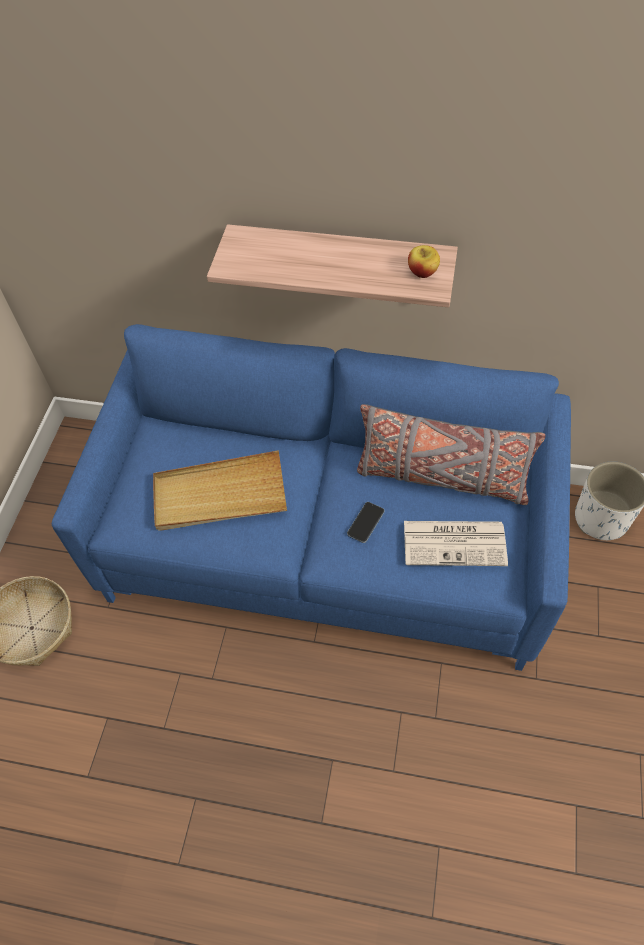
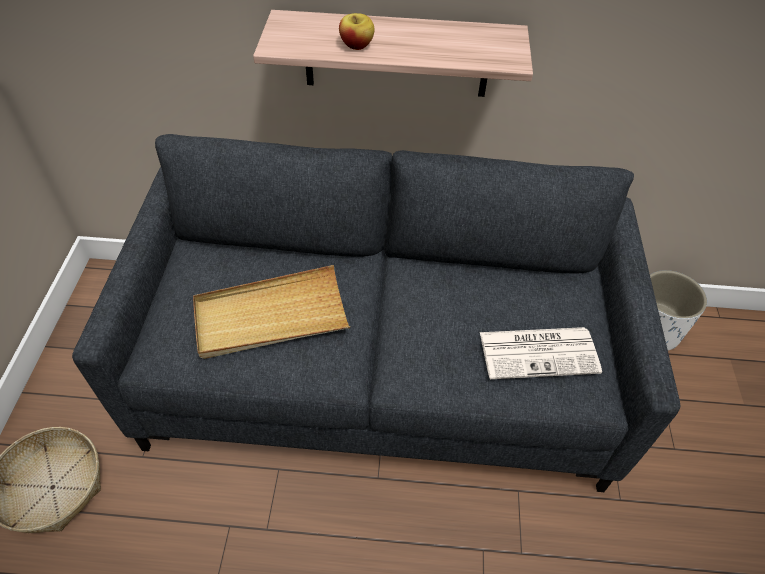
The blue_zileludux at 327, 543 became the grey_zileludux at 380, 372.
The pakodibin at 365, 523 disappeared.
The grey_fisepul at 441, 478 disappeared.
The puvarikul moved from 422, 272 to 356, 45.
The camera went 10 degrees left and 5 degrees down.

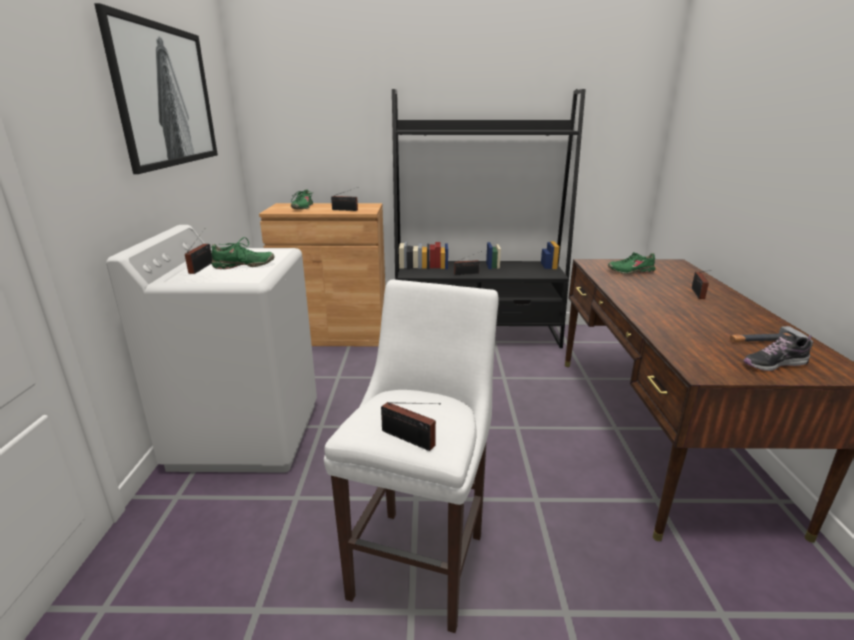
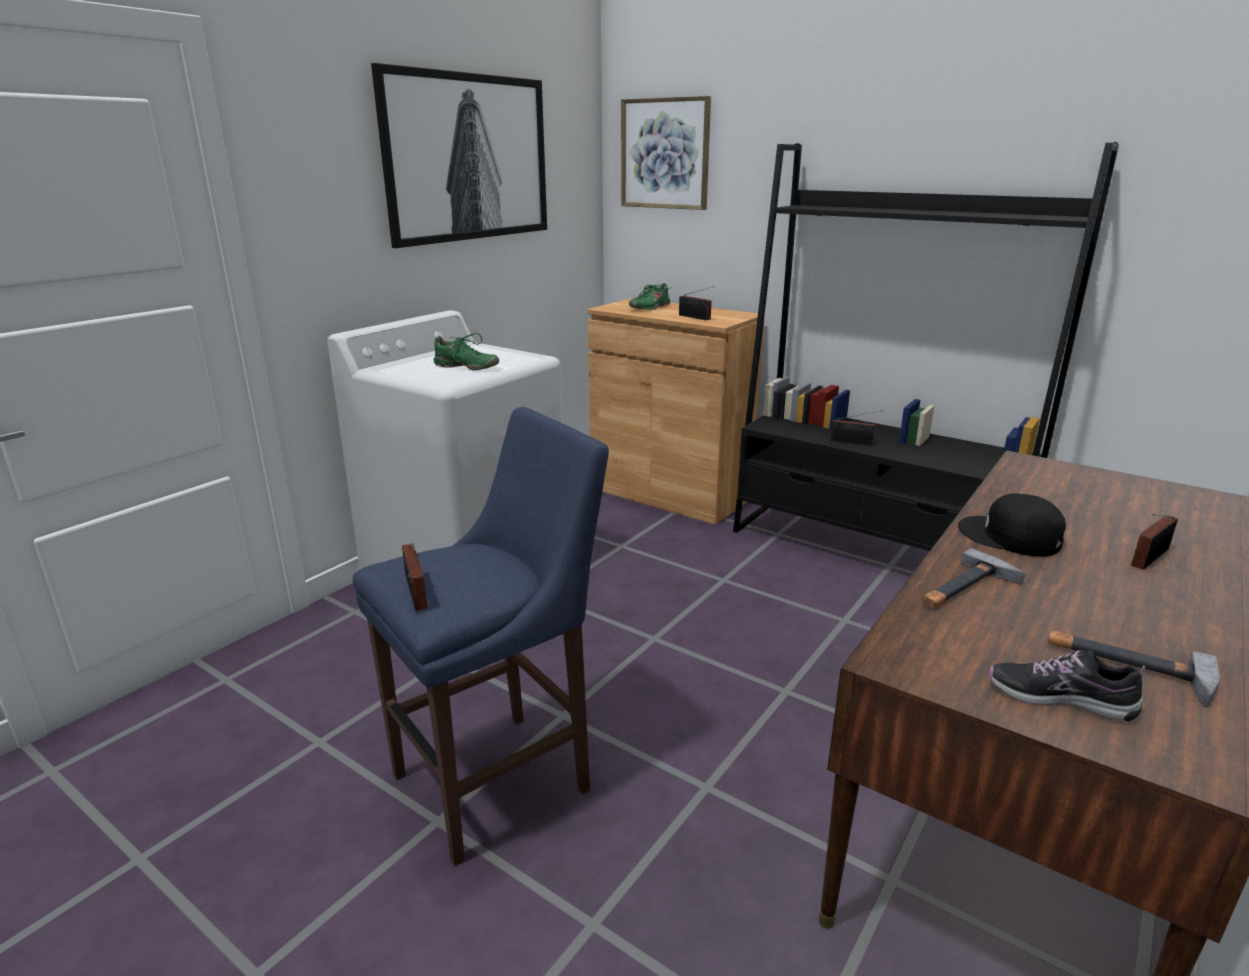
The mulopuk at 202, 267 disappeared.
The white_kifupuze at 421, 559 became the blue_kifupuze at 501, 778.
The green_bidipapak at 630, 271 disappeared.
The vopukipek at 665, 154 appeared.
The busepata at 965, 589 appeared.
The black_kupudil at 1010, 537 appeared.
The camera went 35 degrees right and 0 degrees up.

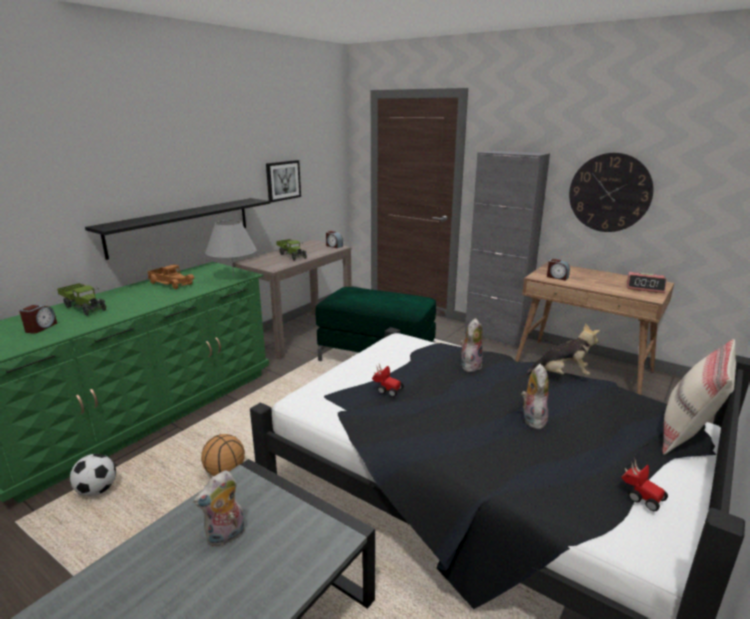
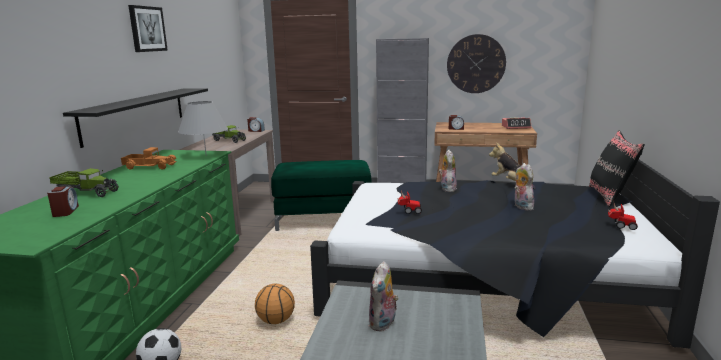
The vopukipek moved from 283, 180 to 147, 29.
The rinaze at 561, 375 turned 105 degrees counterclockwise.
The beige_fisepul at 688, 435 became the black_fisepul at 610, 196.
The camera went 25 degrees left and 5 degrees down.

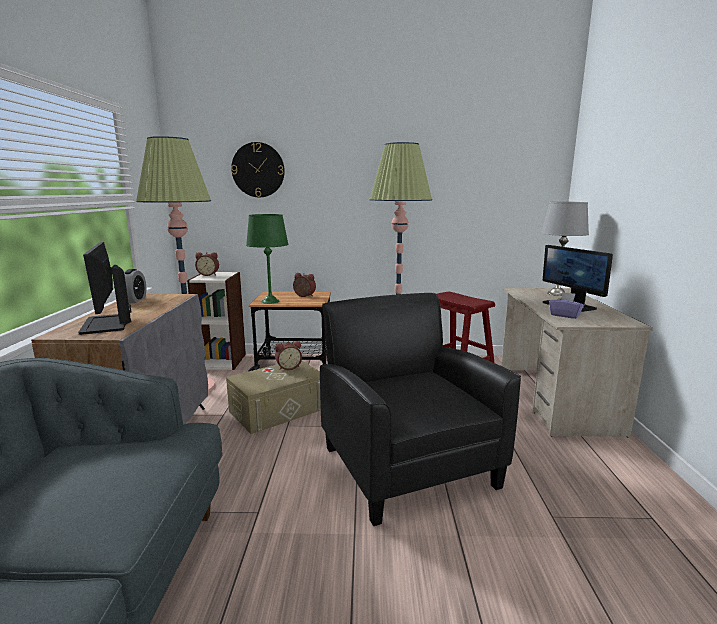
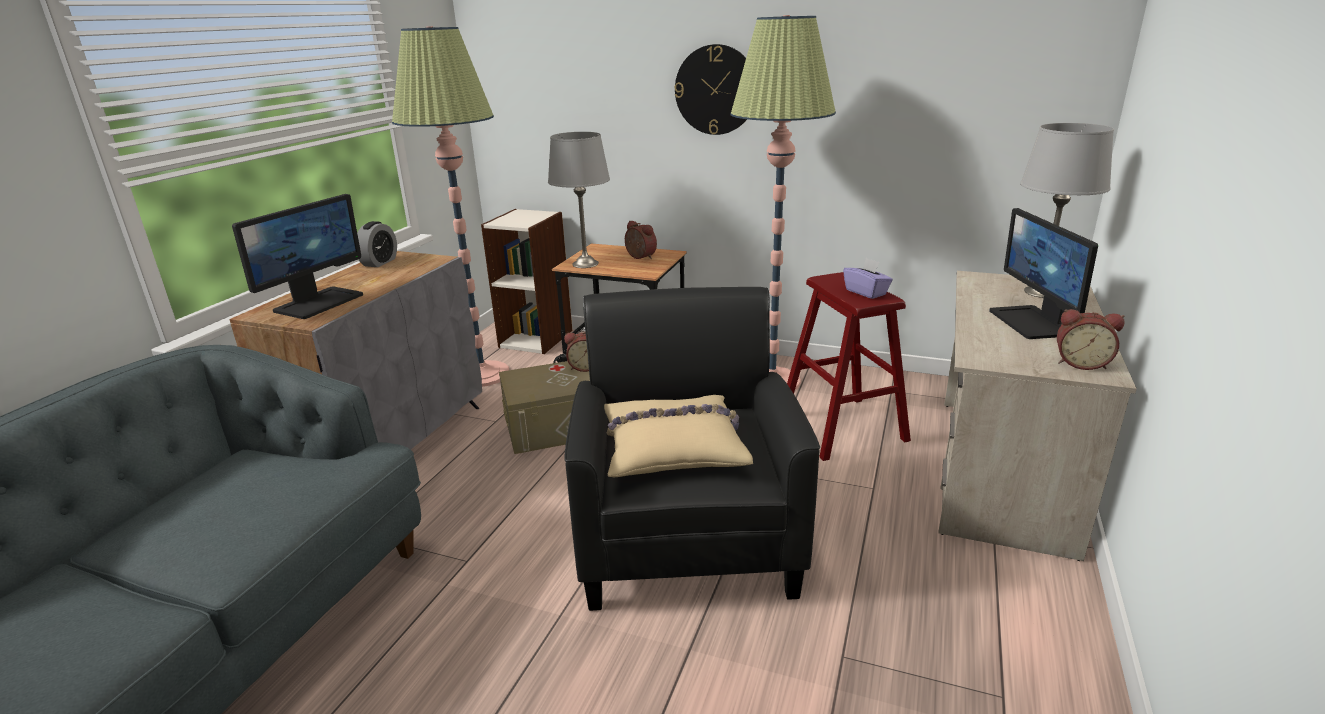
The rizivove at 107, 324 turned 150 degrees counterclockwise.
The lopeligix moved from 208, 274 to 1081, 363.
The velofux moved from 258, 170 to 716, 90.
The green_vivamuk at 270, 301 became the grey_vivamuk at 586, 264.
The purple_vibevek moved from 565, 315 to 866, 292.
The beige_fisepul at 673, 447 appeared.
The camera went 20 degrees right and 10 degrees up.

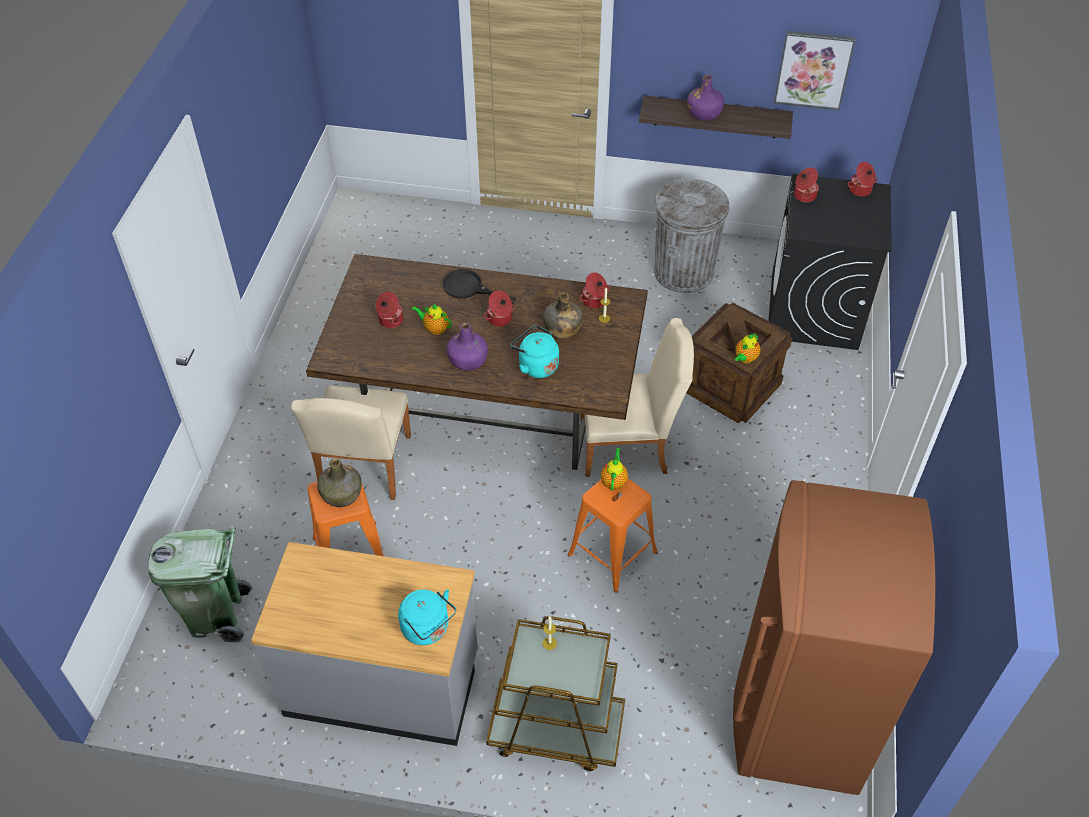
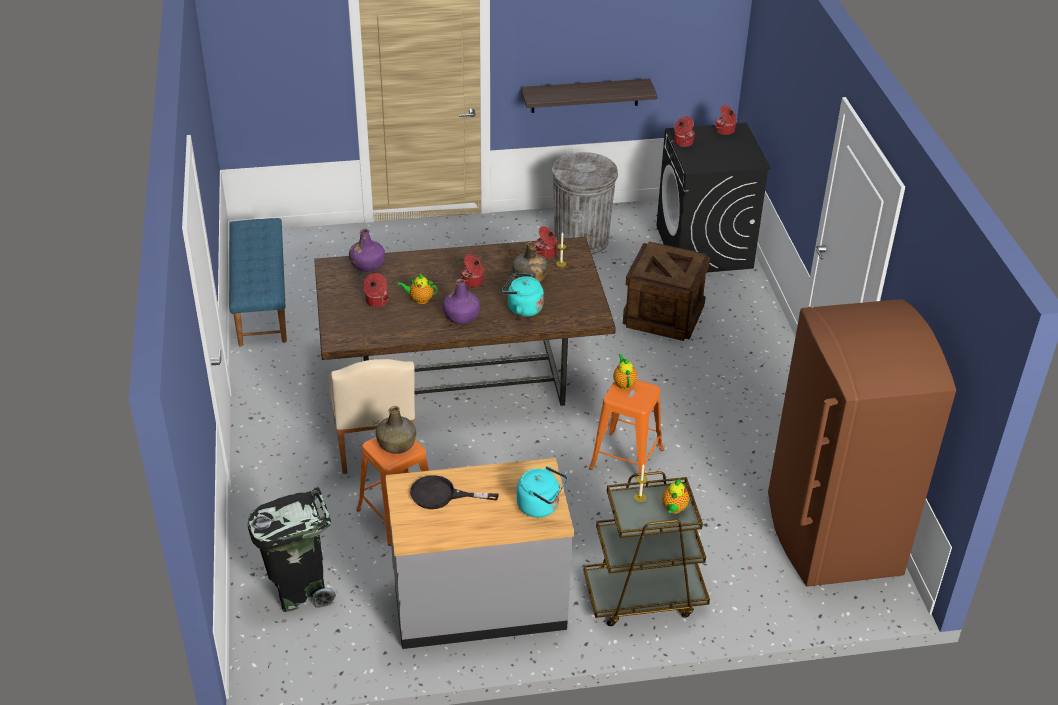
The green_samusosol at 217, 616 became the black_samusosol at 299, 590.
The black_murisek moved from 469, 288 to 441, 495.
The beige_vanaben at 630, 445 disappeared.
The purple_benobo moved from 704, 113 to 367, 265.
The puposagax moved from 745, 359 to 674, 509.
The vopukipek at 813, 69 disappeared.
The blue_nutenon at 260, 301 appeared.
The camera went 20 degrees left and 10 degrees down.

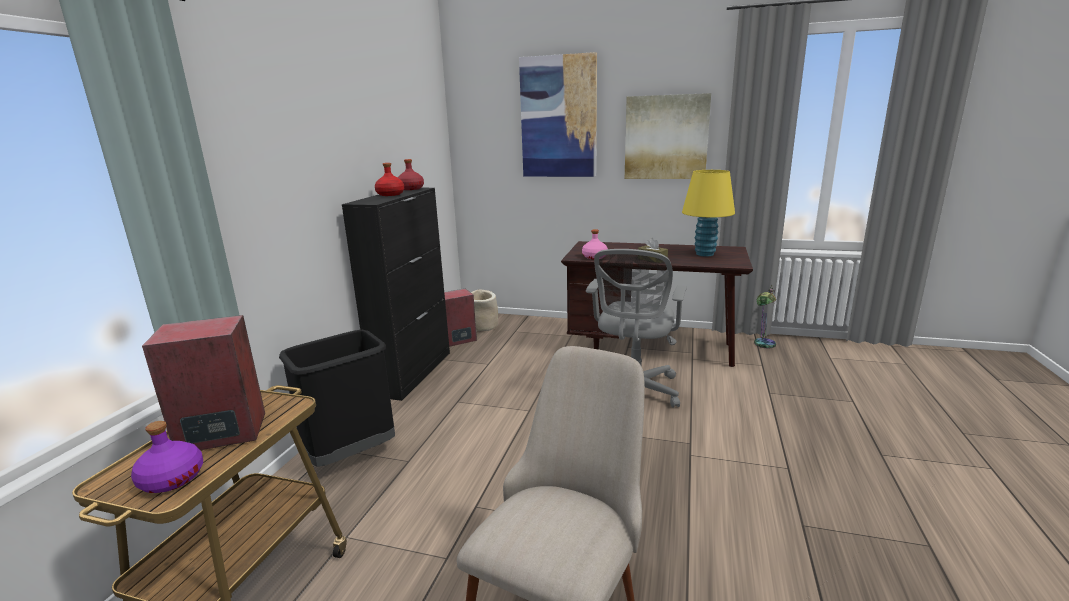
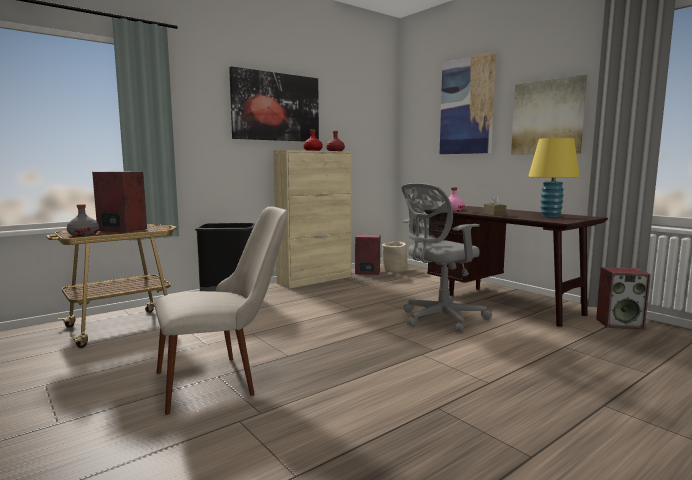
The purple_benobo at 171, 479 became the grey_benobo at 83, 234.
The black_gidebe at 413, 373 became the beige_gidebe at 315, 280.
The vivamuk at 762, 346 was replaced by the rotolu at 620, 323.
The vopukipek at 276, 107 appeared.
The camera went 35 degrees right and 10 degrees down.

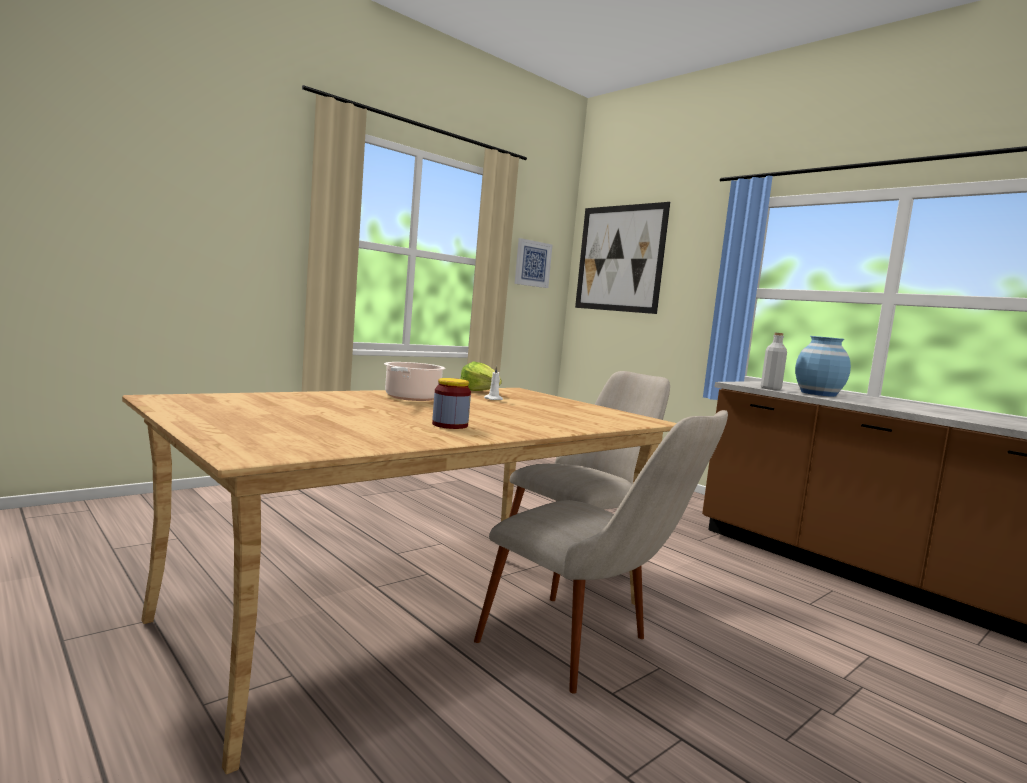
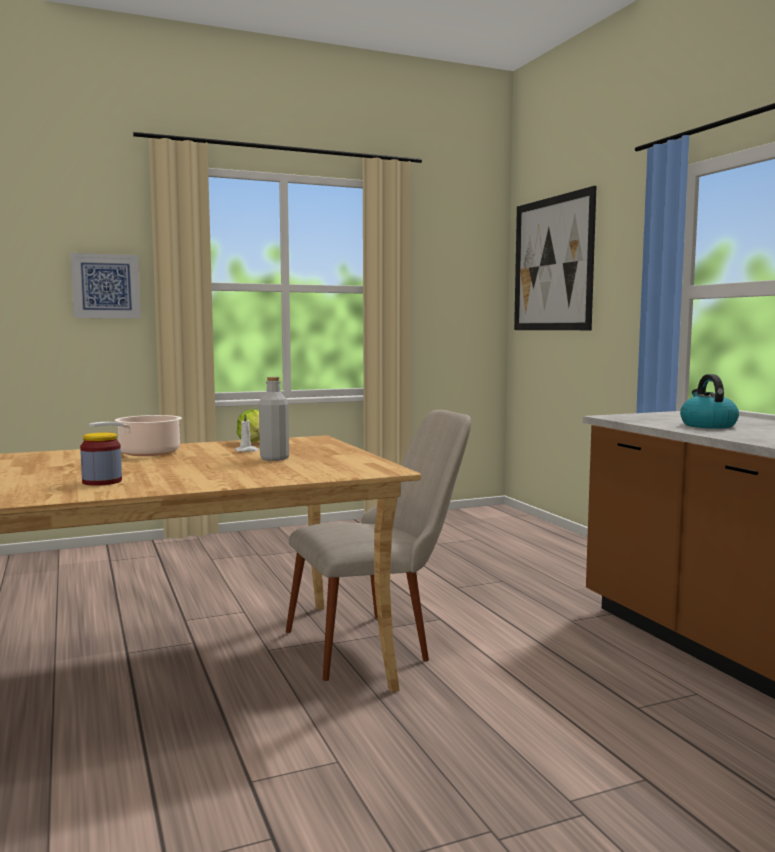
The beige_vanaben at 587, 651 disappeared.
The vopukipek moved from 532, 263 to 106, 286.
The grey_benobo moved from 770, 389 to 274, 458.
The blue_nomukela at 818, 394 was replaced by the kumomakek at 707, 425.
The camera went 20 degrees right and 0 degrees up.

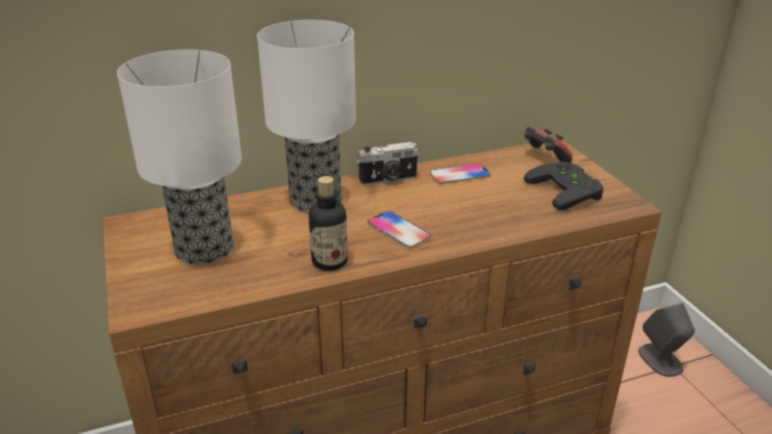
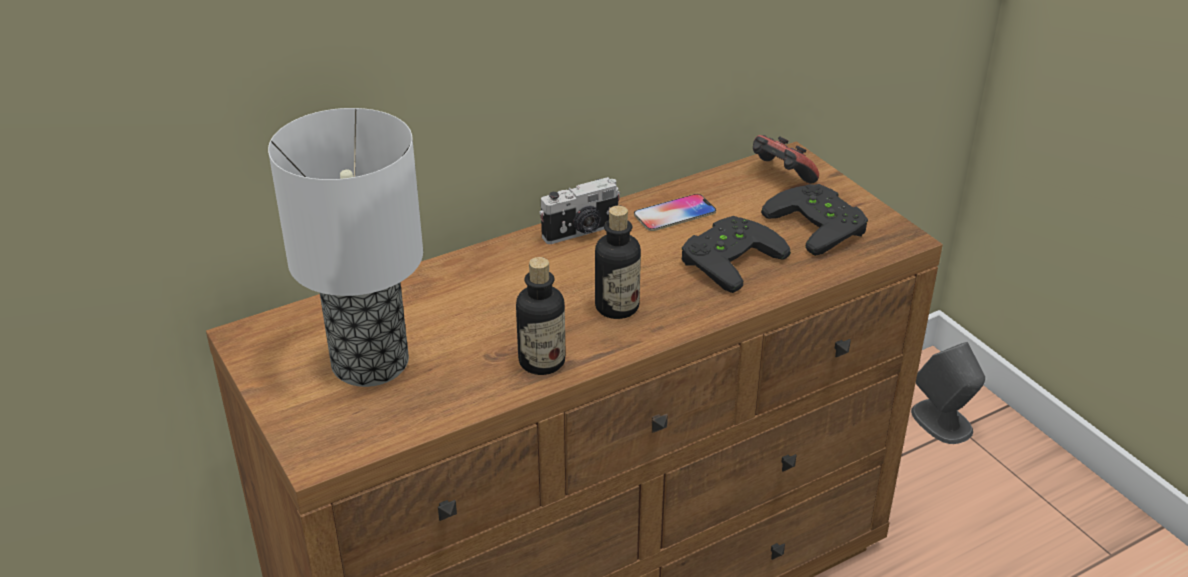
The vivamuk at 314, 200 disappeared.
The pakodibin at 398, 230 was replaced by the benobo at 617, 307.
The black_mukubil at 727, 257 appeared.
The camera went 10 degrees left and 5 degrees up.

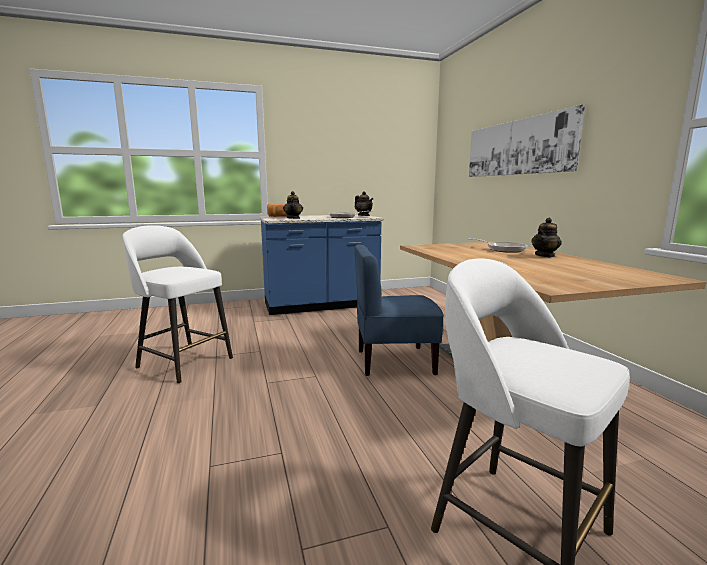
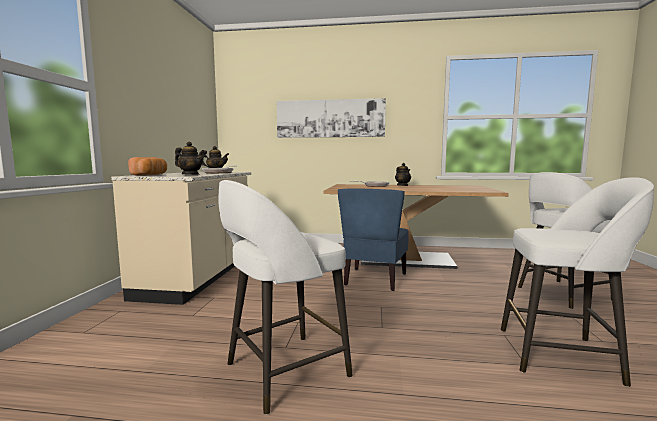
The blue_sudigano at 321, 305 became the beige_sudigano at 198, 278.
The white_kifupuze at 561, 355 appeared.
The camera went 65 degrees left and 5 degrees down.

